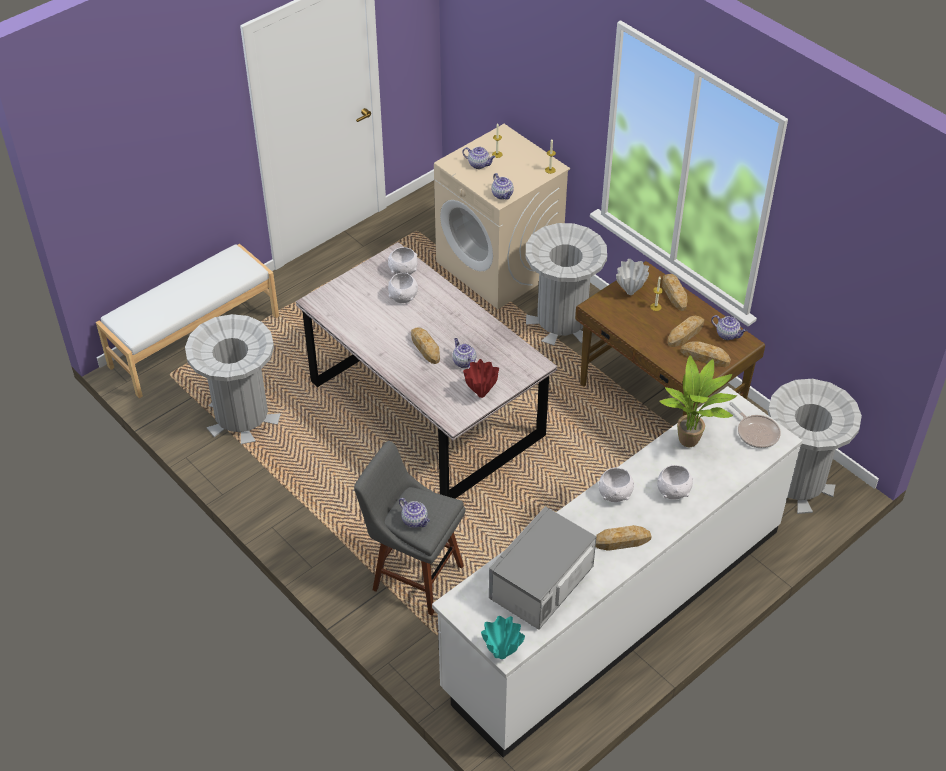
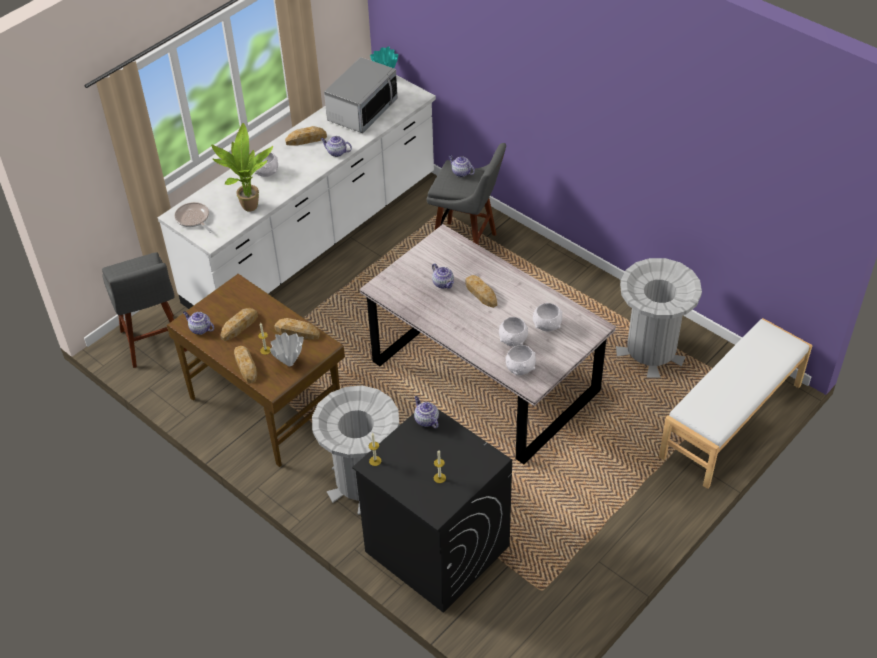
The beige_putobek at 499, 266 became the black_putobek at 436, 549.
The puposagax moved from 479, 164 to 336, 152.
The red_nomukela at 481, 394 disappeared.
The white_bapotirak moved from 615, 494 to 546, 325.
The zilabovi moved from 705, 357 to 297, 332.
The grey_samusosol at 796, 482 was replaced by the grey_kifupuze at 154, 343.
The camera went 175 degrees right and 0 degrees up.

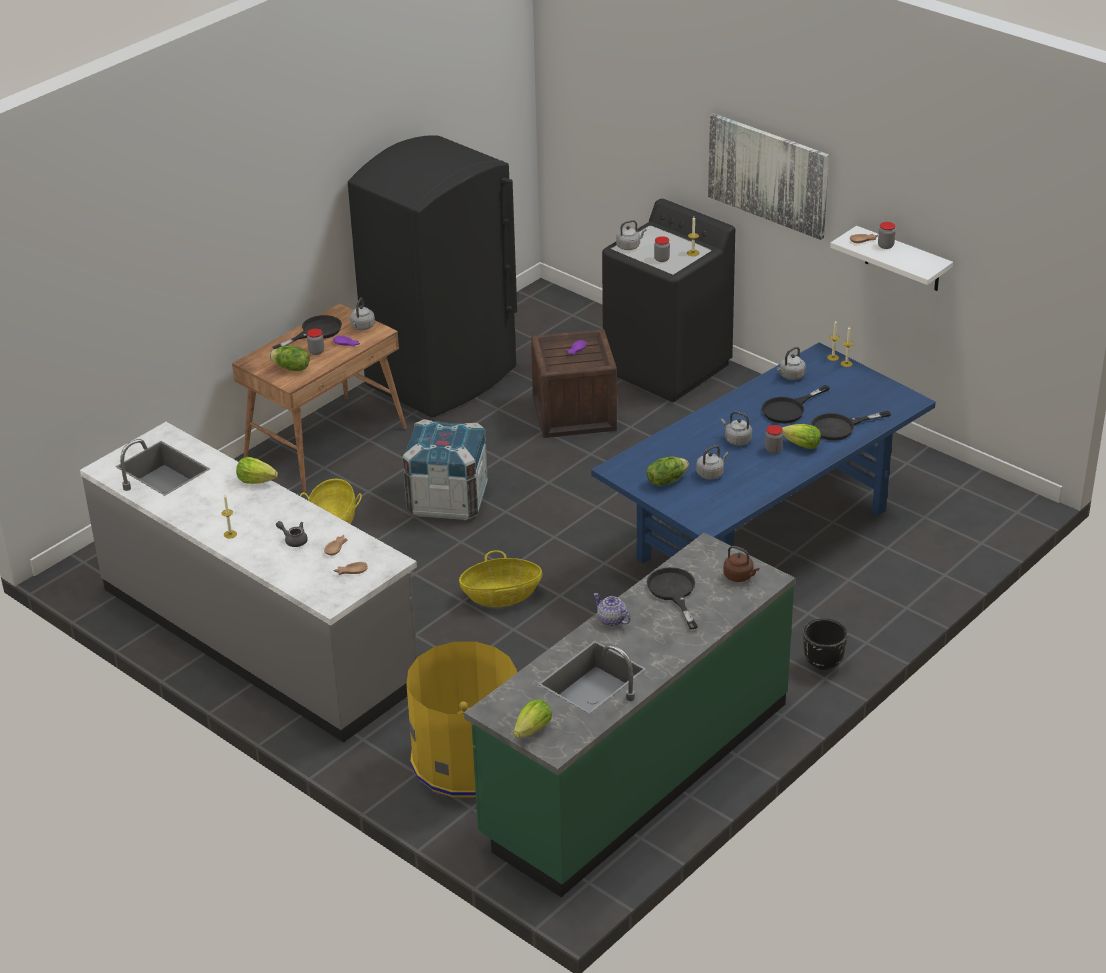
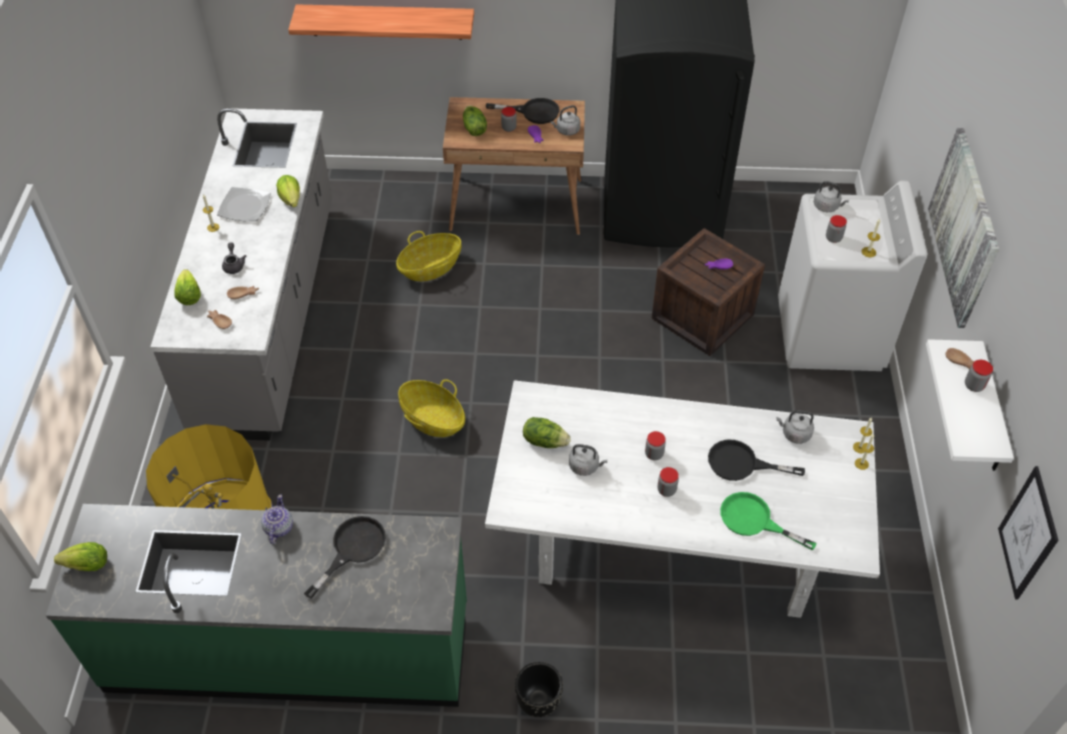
The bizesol at 448, 500 disappeared.
The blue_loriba at 761, 536 became the white_loriba at 670, 544.
The black_putobek at 667, 368 became the white_putobek at 830, 334.
The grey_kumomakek at 736, 440 was replaced by the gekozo at 654, 454.
The brown_kumomakek at 739, 576 disappeared.
The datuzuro moved from 802, 445 to 189, 296.
The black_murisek at 840, 427 became the green_murisek at 754, 520.
The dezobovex at 244, 207 appeared.
The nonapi at 386, 22 appeared.
The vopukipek at 1027, 534 appeared.
The camera went 50 degrees right and 15 degrees up.

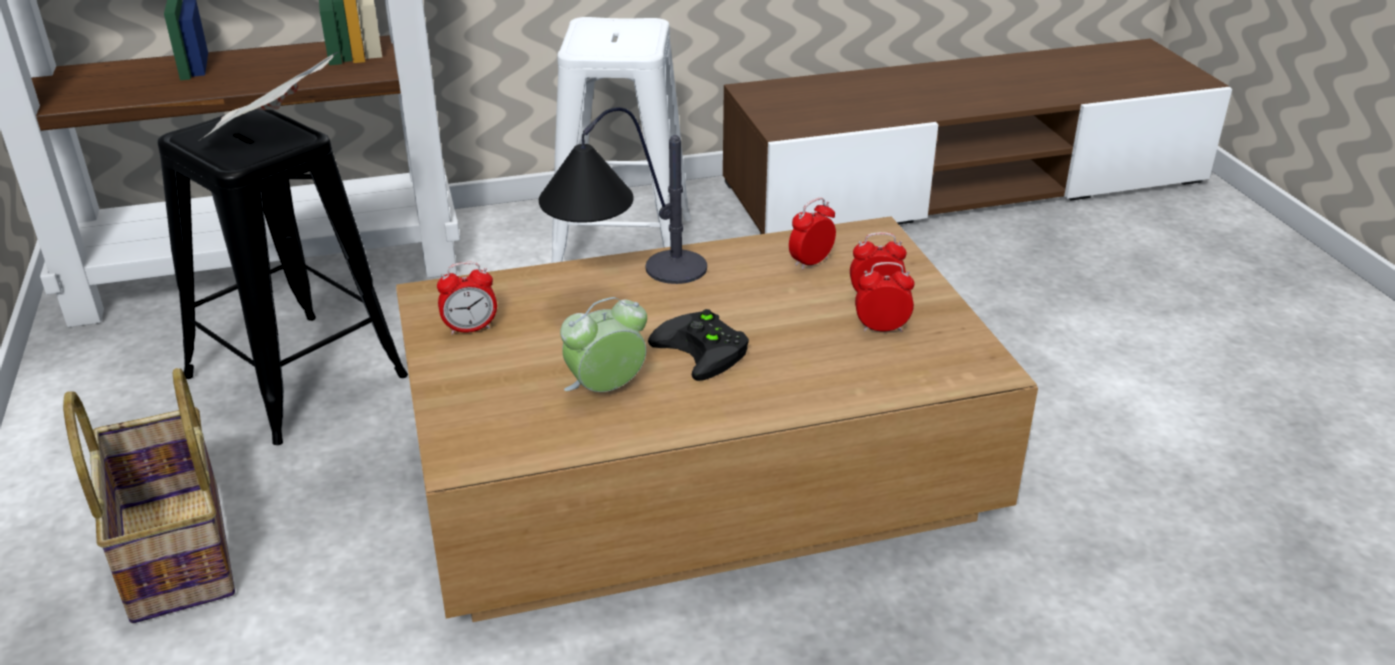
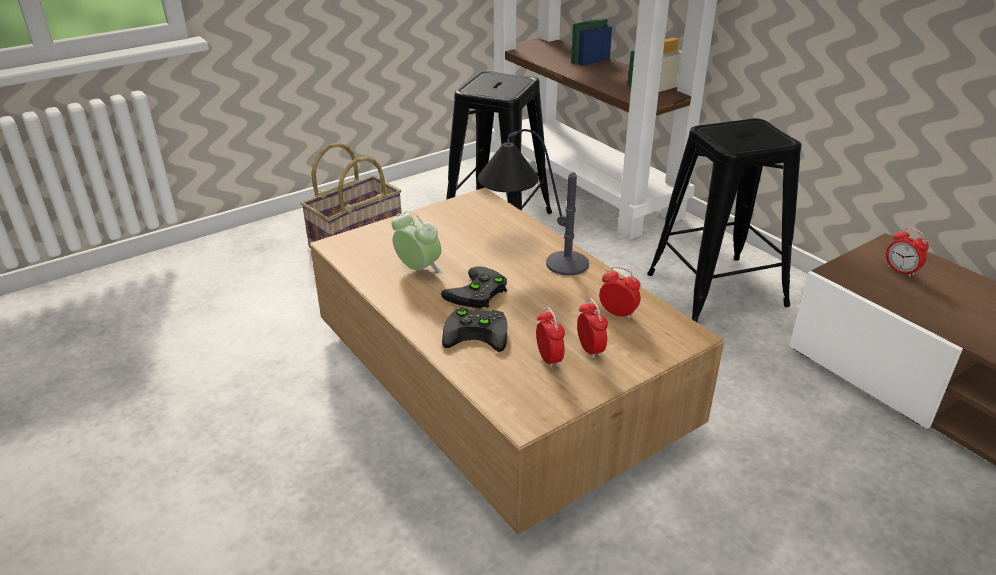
The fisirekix at 273, 136 disappeared.
The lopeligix moved from 470, 328 to 900, 271.
The white_kifupuze at 622, 250 became the black_kifupuze at 716, 289.
The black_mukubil at 478, 332 appeared.
The camera went 70 degrees right and 0 degrees up.

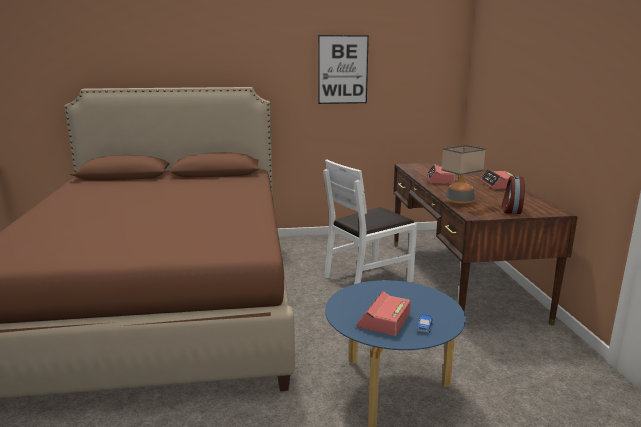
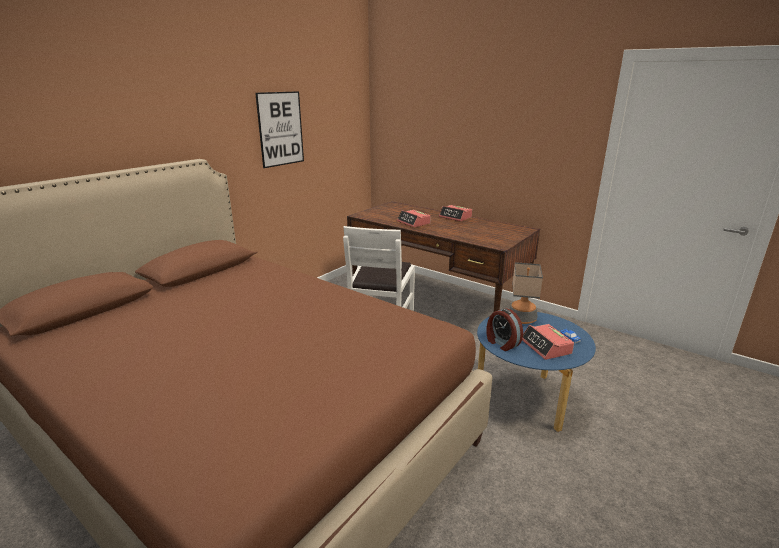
The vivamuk moved from 459, 202 to 521, 319.
The lopeligix moved from 510, 210 to 501, 343.
The camera went 45 degrees left and 5 degrees up.

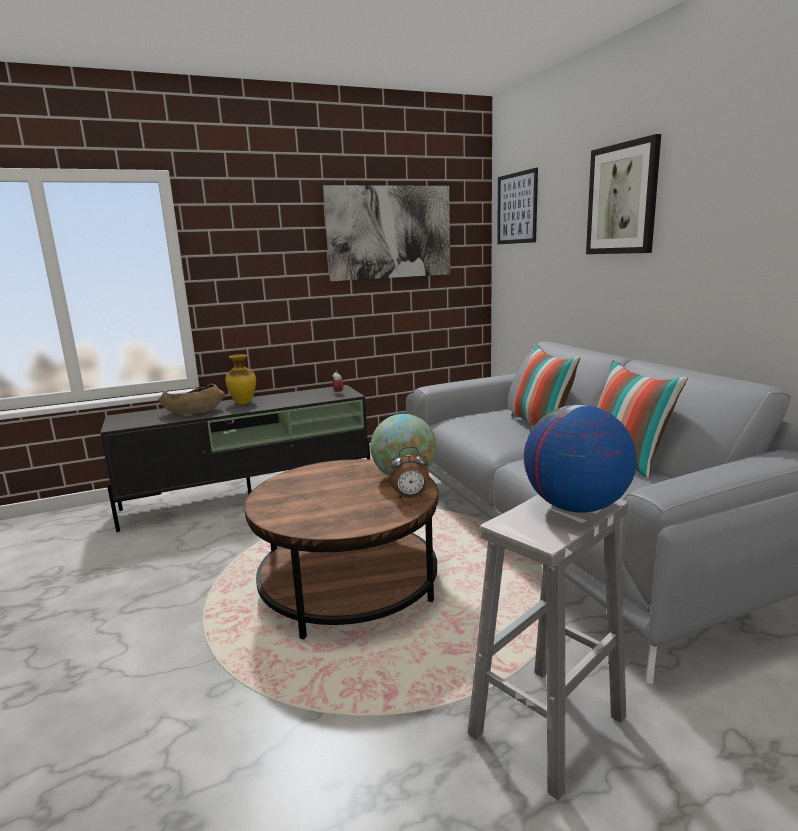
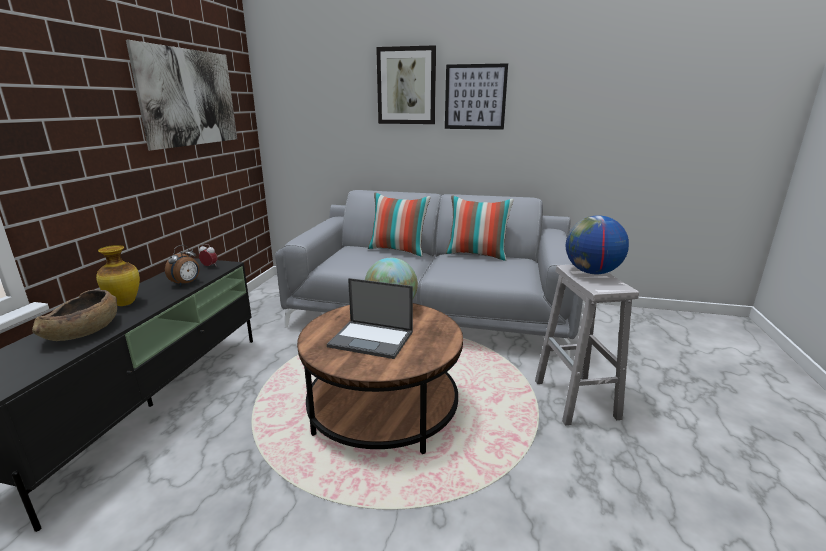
The lopeligix moved from 410, 497 to 186, 283.
The vopukipek moved from 517, 208 to 475, 97.
The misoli at 372, 339 appeared.
The camera went 55 degrees left and 5 degrees up.

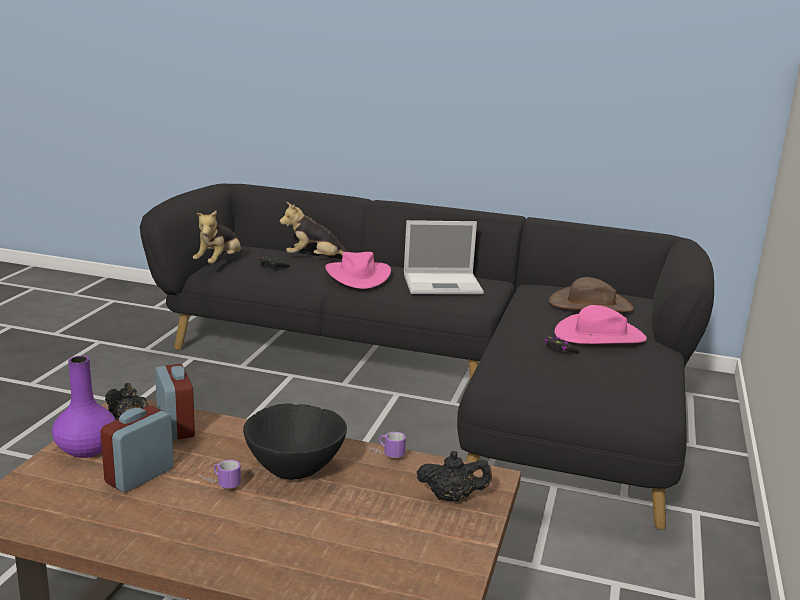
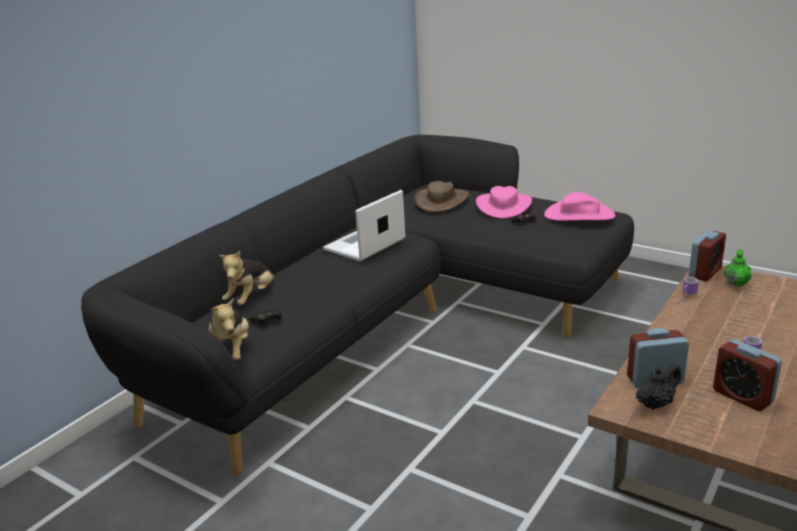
The purple_nomukela at 87, 449 disappeared.
The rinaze at 219, 262 turned 45 degrees clockwise.
The black_bapotirak at 295, 470 disappeared.
The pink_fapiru moved from 357, 275 to 579, 215.
The misoli at 444, 284 turned 150 degrees counterclockwise.
The black_puposagax at 452, 498 became the green_puposagax at 736, 283.
The lopeligix at 704, 273 appeared.
The camera went 70 degrees left and 5 degrees up.

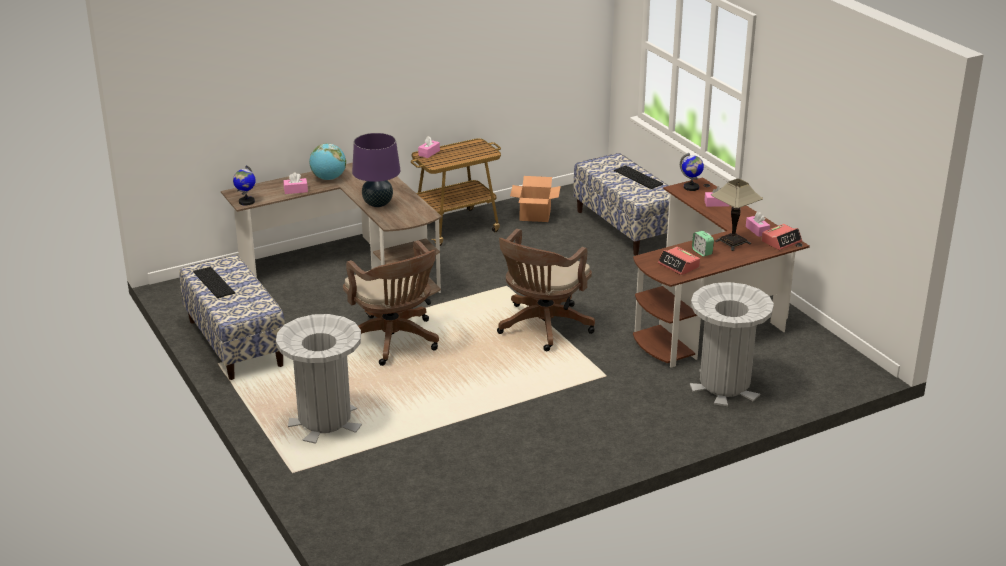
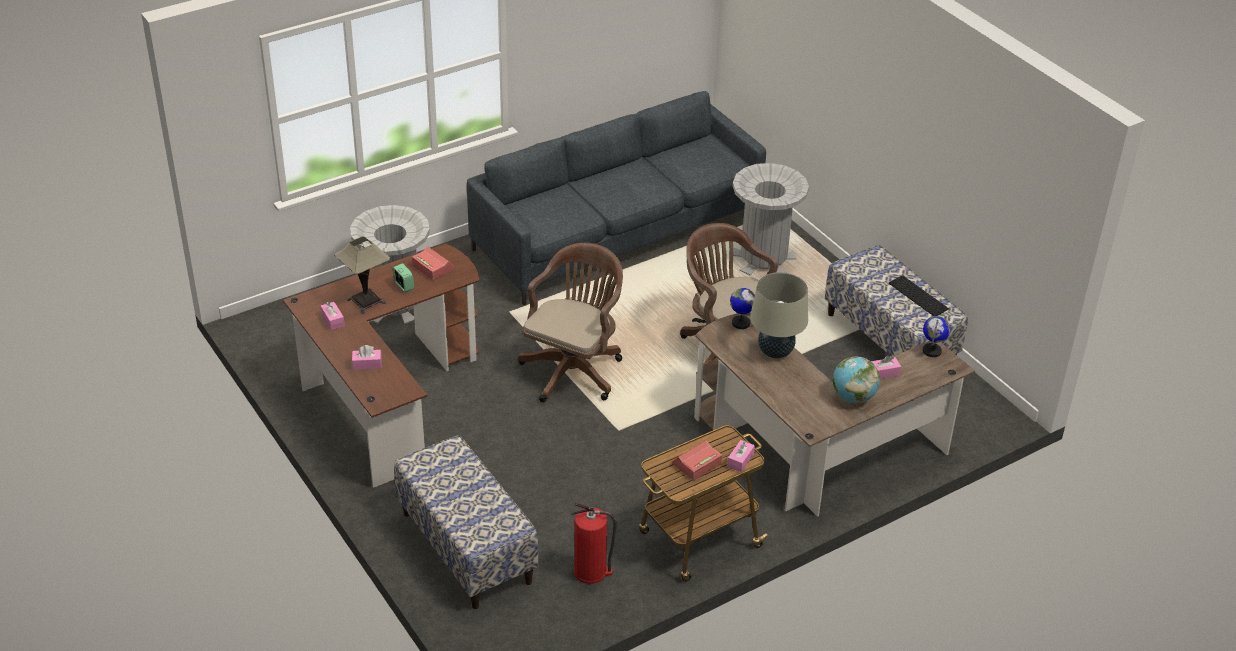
The purple_vivamuk at 378, 204 became the beige_vivamuk at 775, 352.
The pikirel at 535, 215 was replaced by the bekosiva at 591, 572.
The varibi at 639, 177 disappeared.
The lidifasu moved from 691, 187 to 740, 323.
The lopeligix moved from 781, 241 to 696, 464.
The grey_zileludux at 617, 234 appeared.
The camera went 175 degrees right and 10 degrees up.

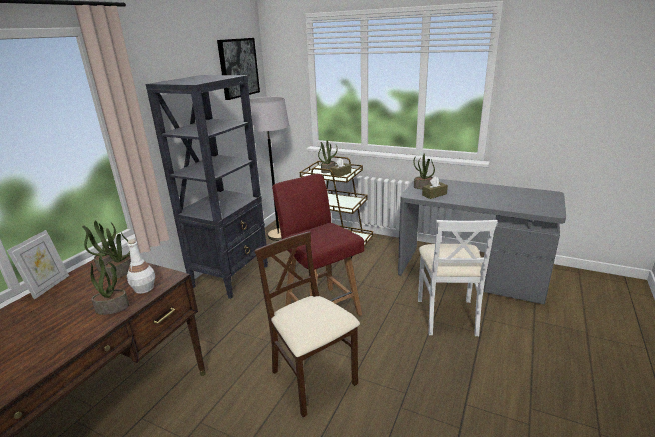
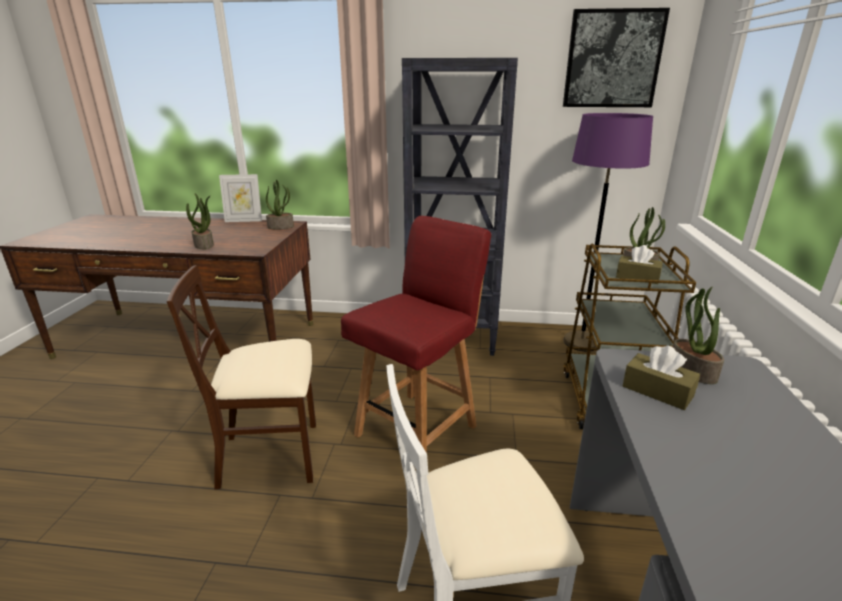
The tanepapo at 121, 273 disappeared.
The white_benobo at 144, 288 disappeared.
The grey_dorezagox at 278, 235 became the purple_dorezagox at 581, 342.
The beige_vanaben at 313, 379 turned 135 degrees counterclockwise.
The camera went 70 degrees right and 0 degrees up.

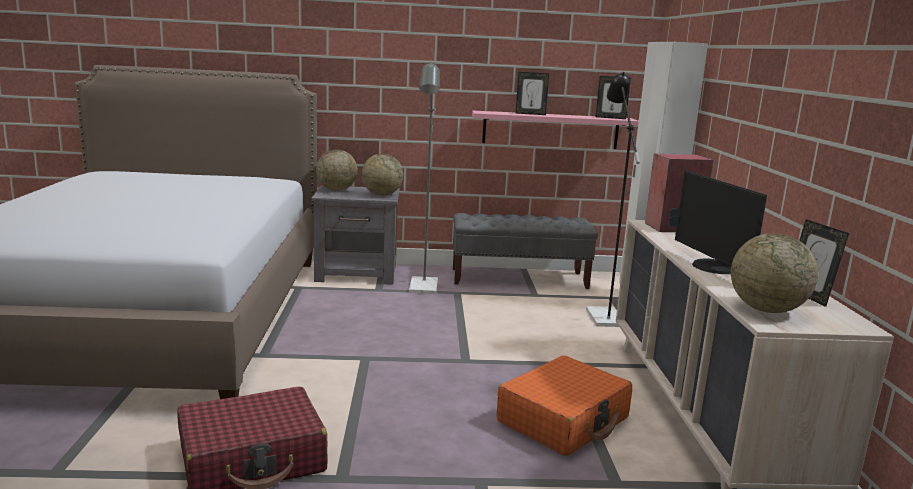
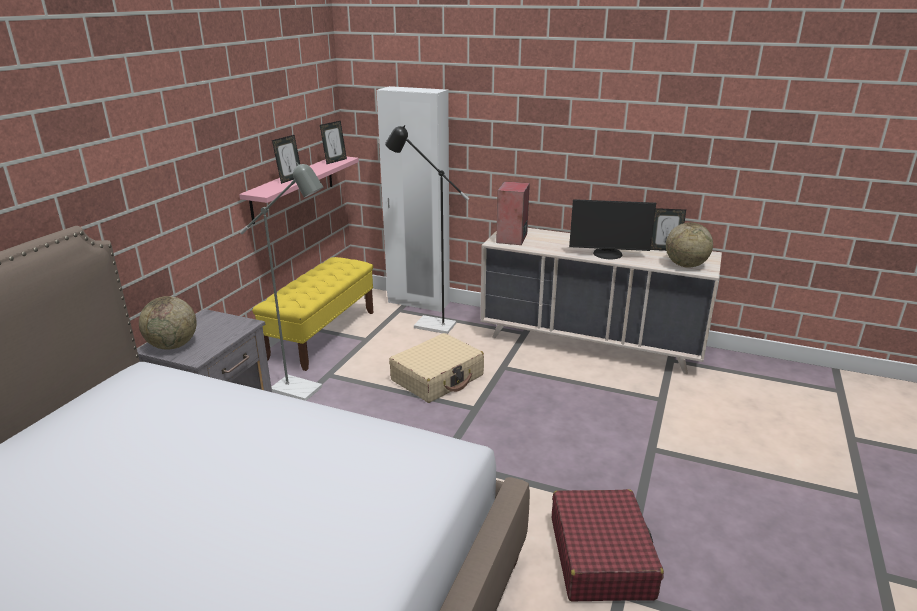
The lidifasu at 381, 194 disappeared.
The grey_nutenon at 519, 278 became the yellow_nutenon at 322, 335.
The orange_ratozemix at 564, 420 disappeared.
The beige_ratozemix at 437, 378 appeared.
The camera went 65 degrees left and 10 degrees up.

